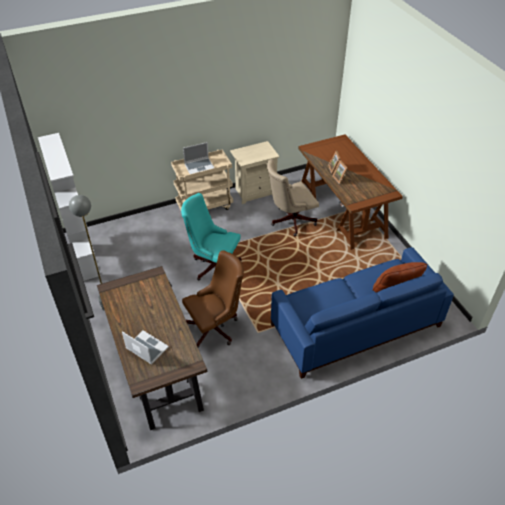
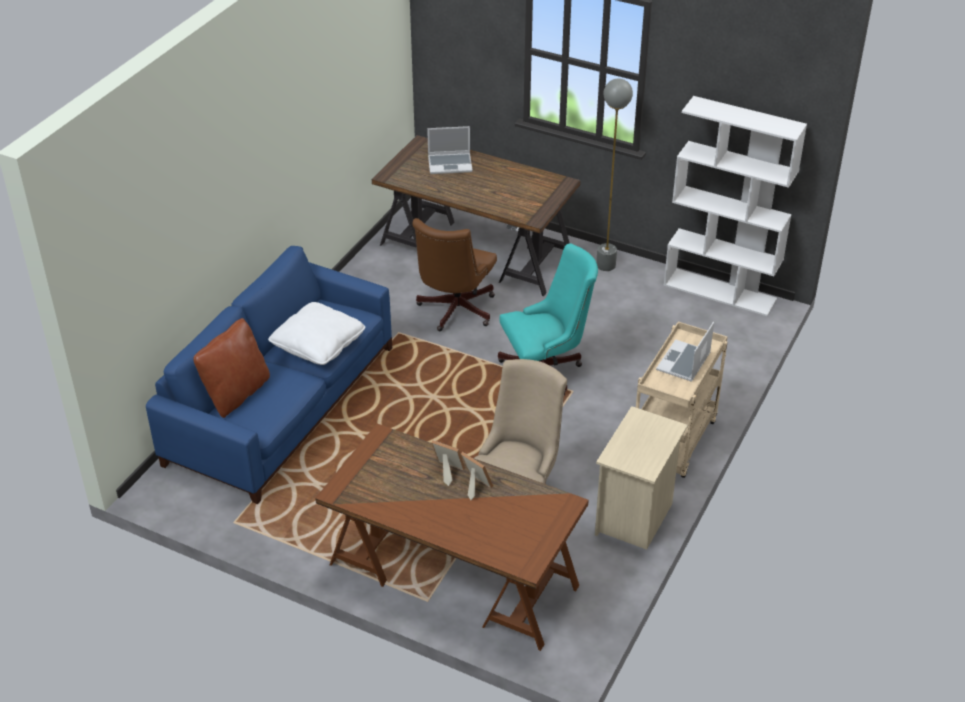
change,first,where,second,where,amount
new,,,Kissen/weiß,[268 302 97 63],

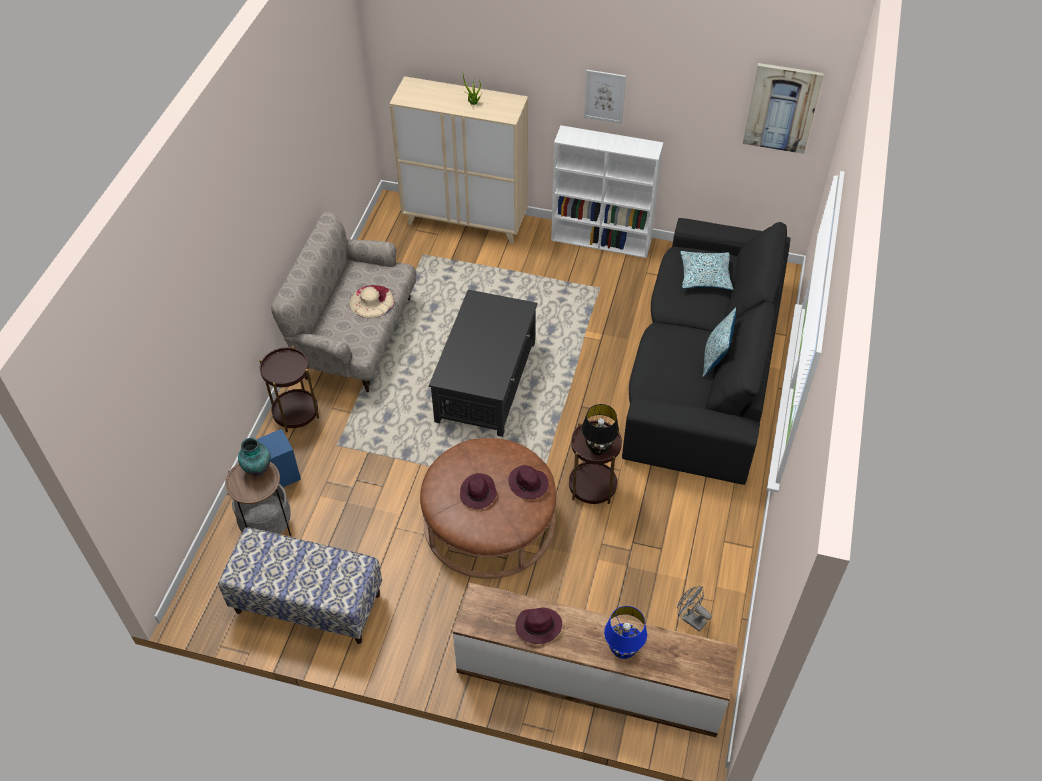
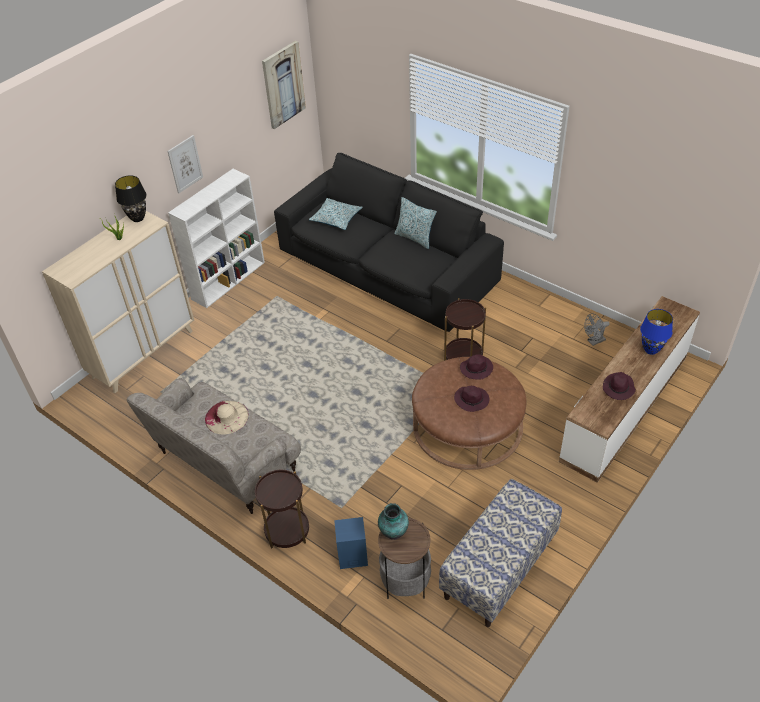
change,first,where,second,where,amount
gone,Couchtisch/schwarz,[429 290 108 147],,,
shifted,Tischlampe/schwarz,[582 404 37 51],,[115 175 32 47],

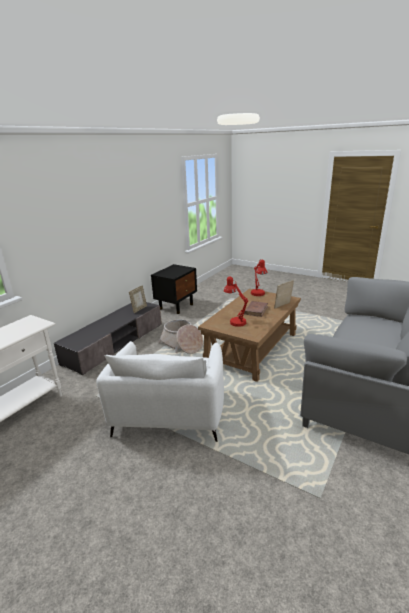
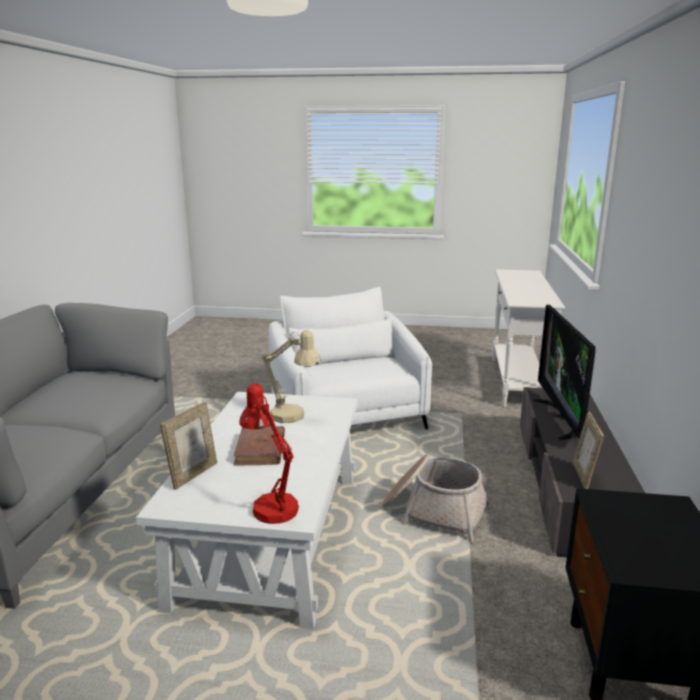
change,first,where,second,where,amount
new,,,Fernseher,[533 305 63 135],
repainted,Couchtisch/braun,[198 289 103 93],Couchtisch/weiß,[136 392 222 237],
repainted,Tischlampe/rot,[224 276 24 51],Tischlampe/beige,[262 330 59 93],

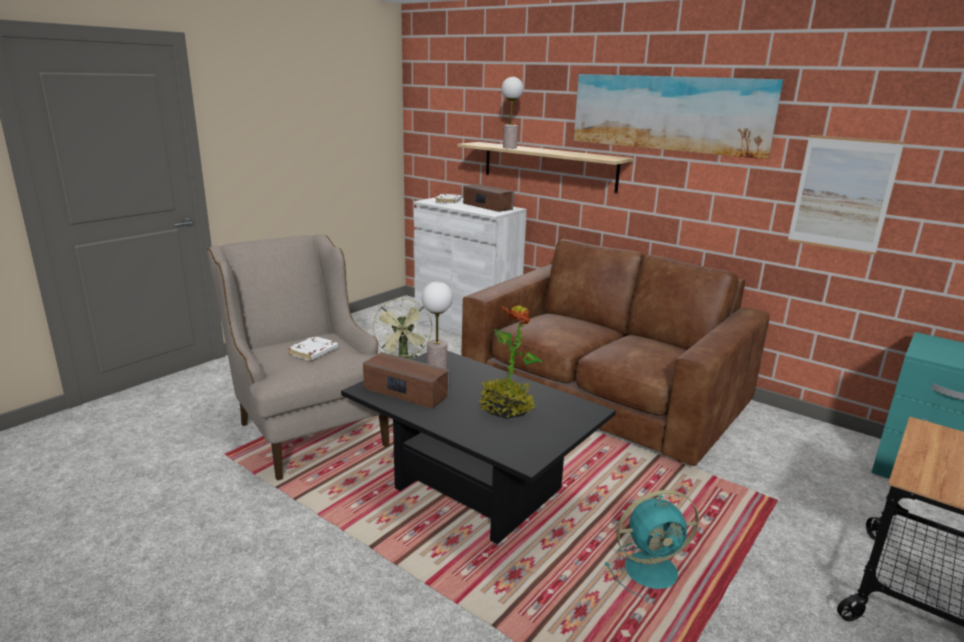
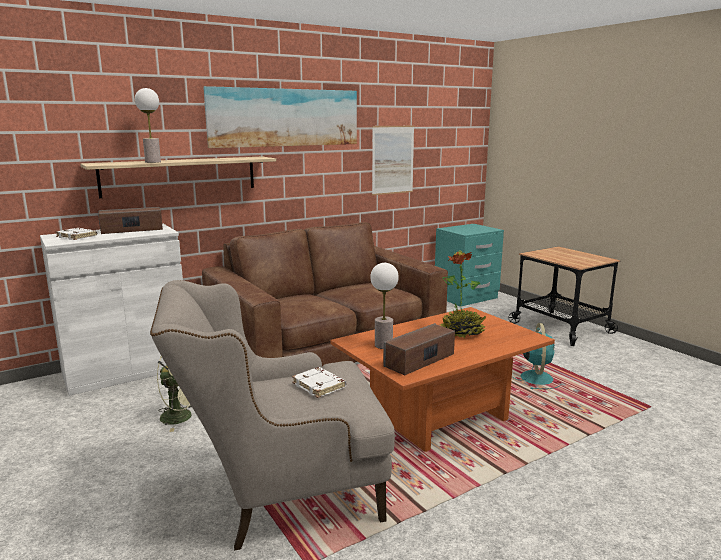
change,first,where,second,where,amount
repainted,Couchtisch/schwarz,[341 351 275 193],Couchtisch/orange,[330 307 225 145],

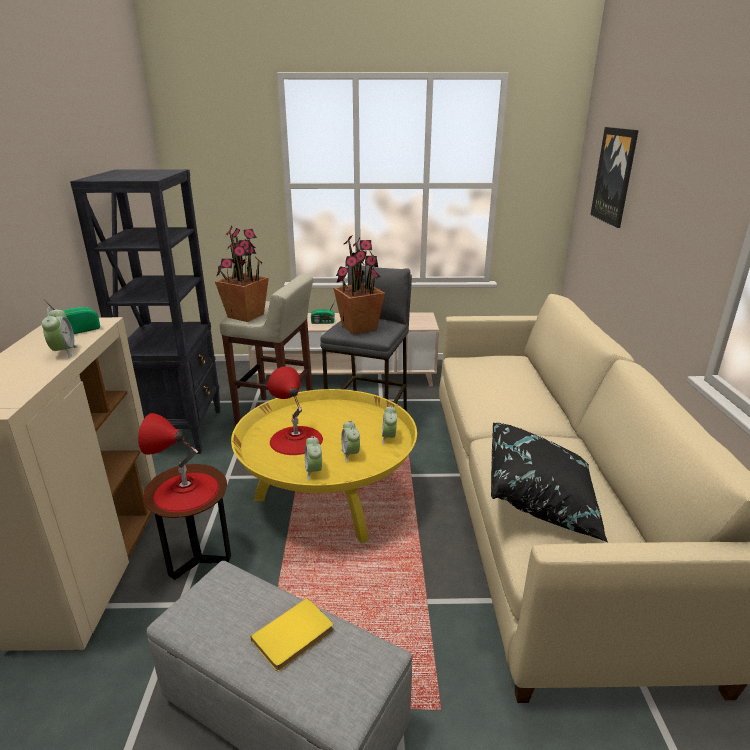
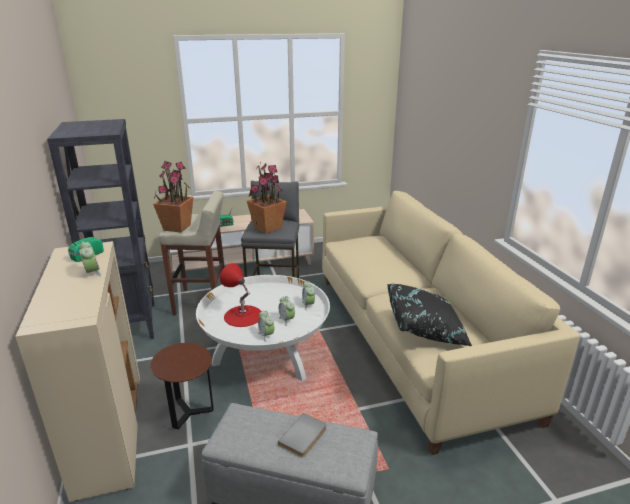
change,first,where,second,where,amount
gone,Tischlampe/rot,[138 413 81 99],,,
gone,Bild,[590 127 49 101],,,
repainted,Couchtisch/gelb,[231 389 186 155],Couchtisch/weiß,[196 275 134 106],
repainted,Buch/gelb,[251 598 82 73],Buch/grau,[278 413 49 45],

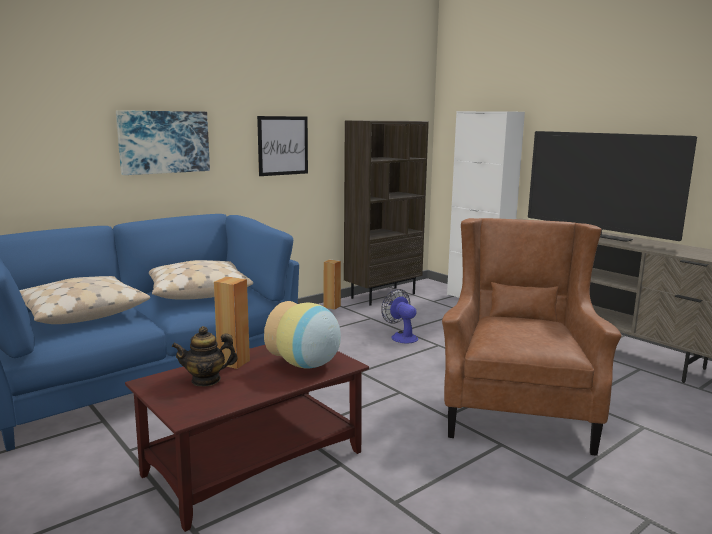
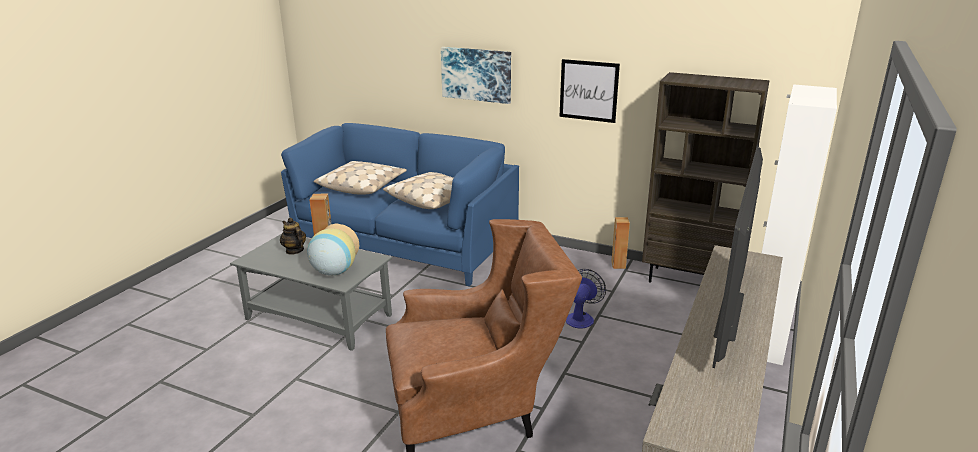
change,first,where,second,where,amount
repainted,Couchtisch/braun,[125 345 244 187],Couchtisch/grau,[230 234 162 117],

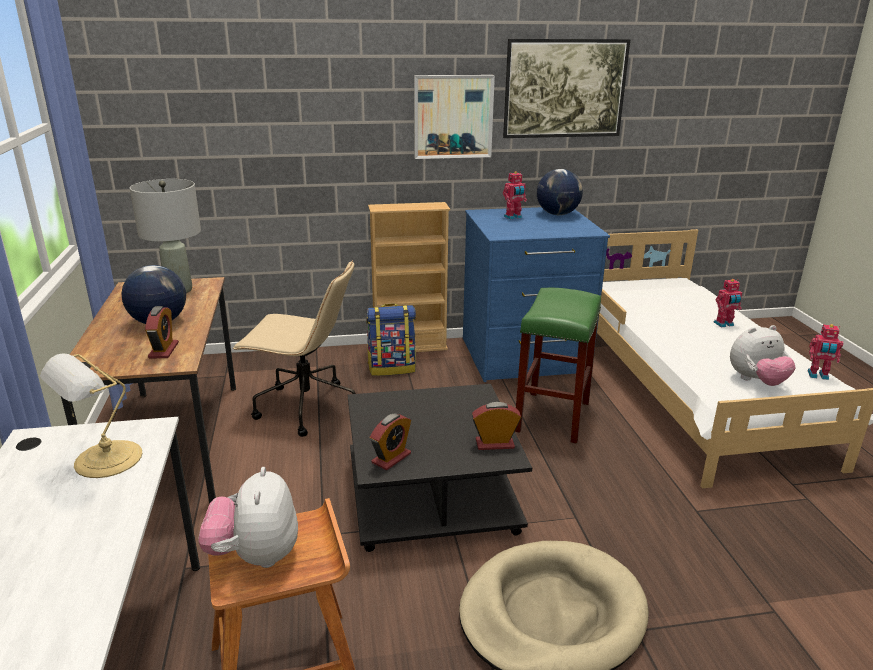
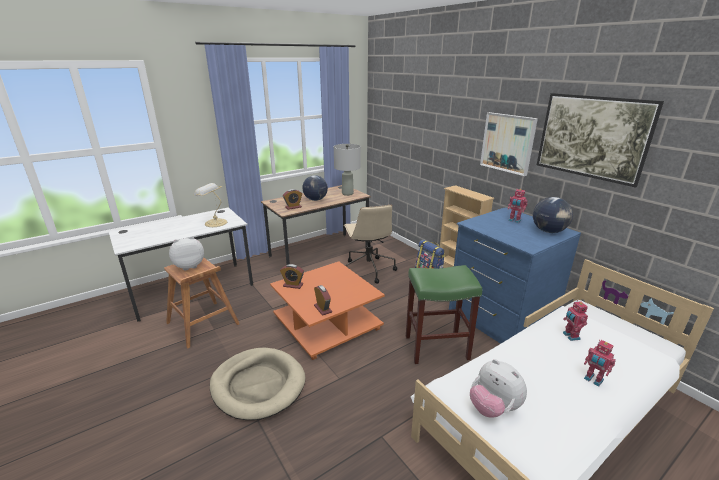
change,first,where,second,where,amount
shifted,Spielzeugroboter,[808 324 35 56],,[563 300 25 41],
repainted,Couchtisch/schwarz,[348 384 184 168],Couchtisch/orange,[270 261 115 99],

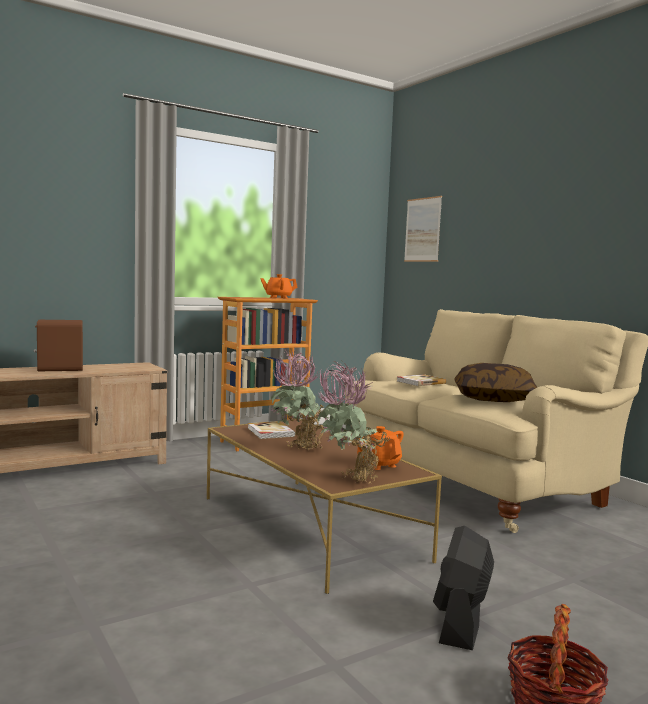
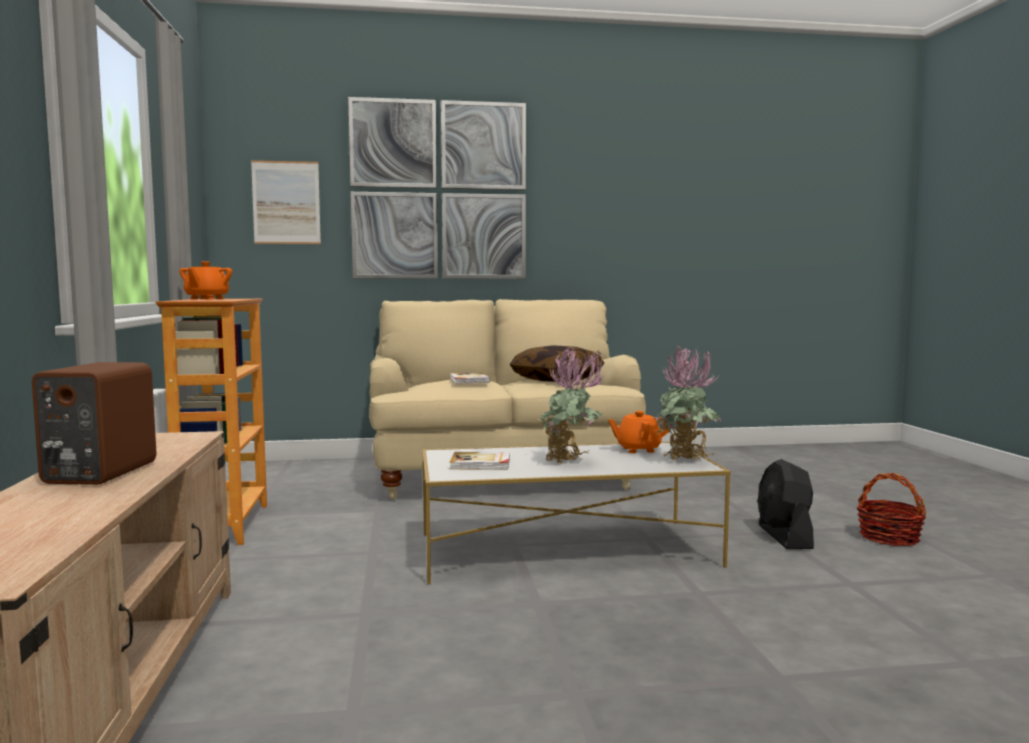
change,first,where,second,where,amount
new,,,Bild,[348 97 178 182],
repainted,Couchtisch/braun,[207 419 235 175],Couchtisch/weiß,[422 441 309 143],
rotated,Ventilator/schwarz,[433 526 61 124],,[757 459 57 90],45 degrees clockwise

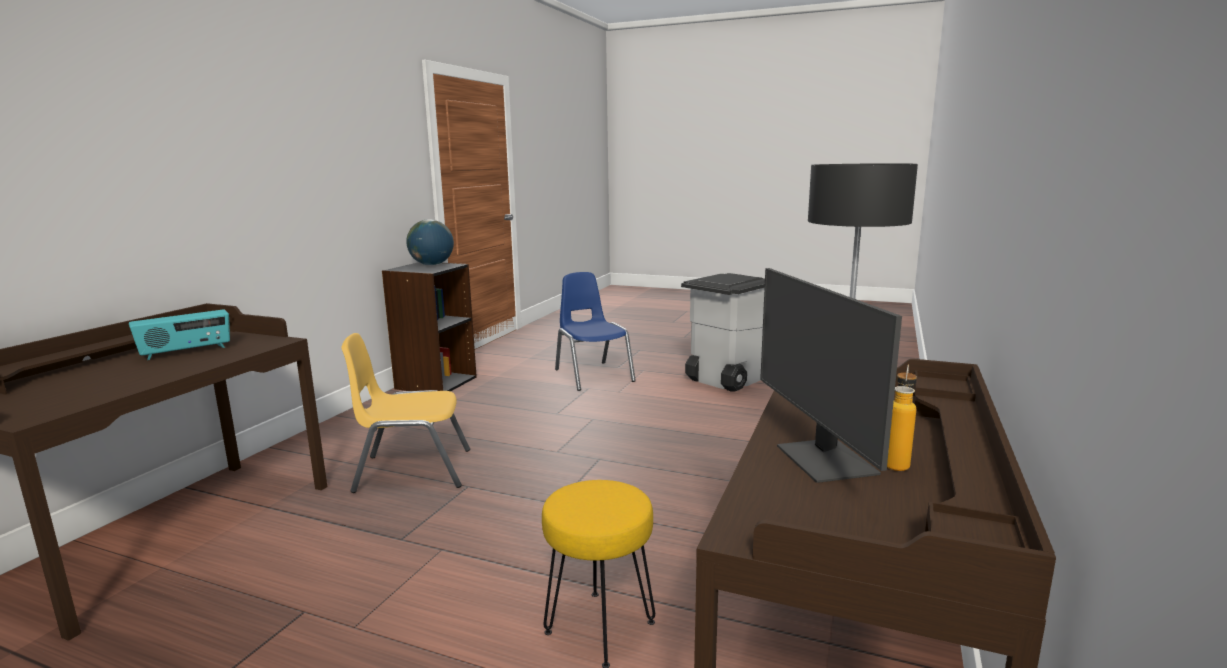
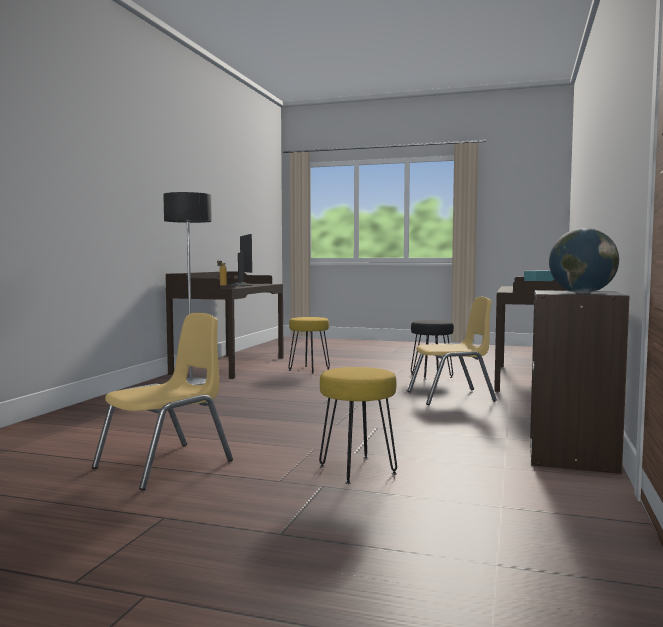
change,first,where,second,where,amount
new,,,Hocker/schwarz,[411 320 43 60],
swapped,Stuhl/blau,[555 272 81 119],Hocker/gelb,[319 367 78 117],
swapped,Mülleimer/grau,[681 273 84 119],Stuhl/gelb,[92 313 141 177],

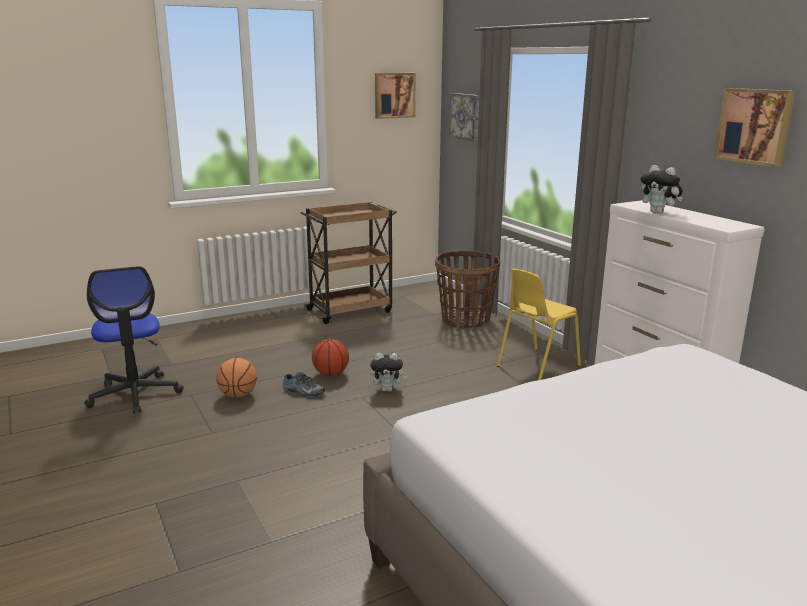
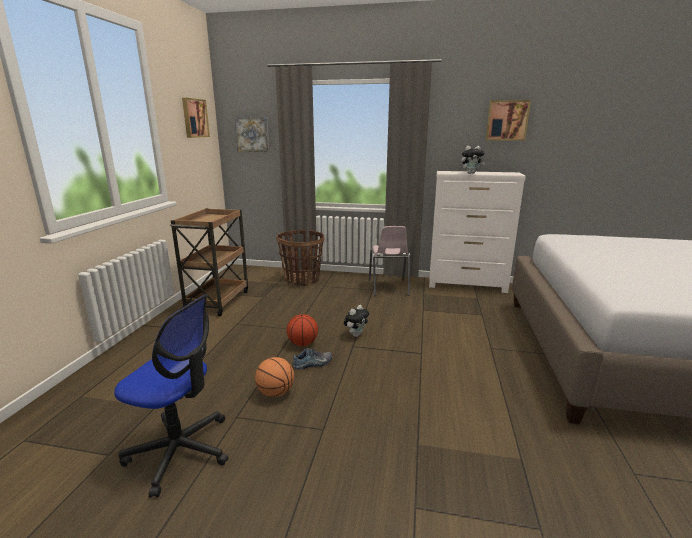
change,first,where,second,where,amount
repainted,Stuhl/gelb,[497 269 84 111],Stuhl/rosa,[369 226 41 70],

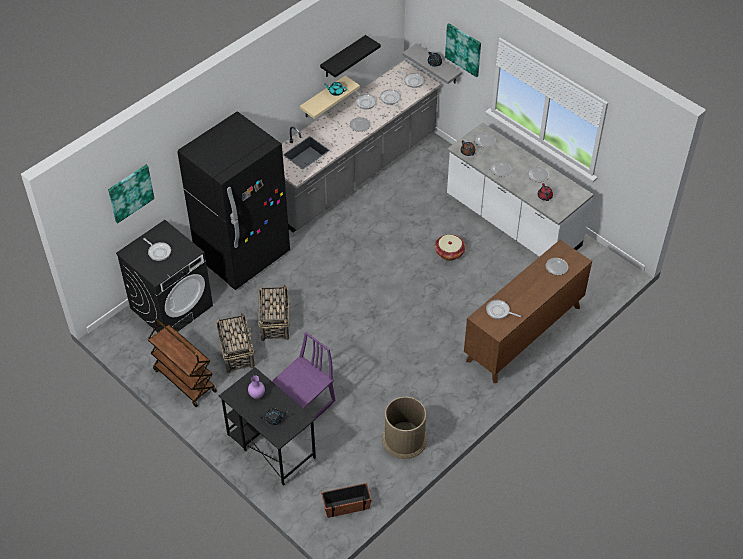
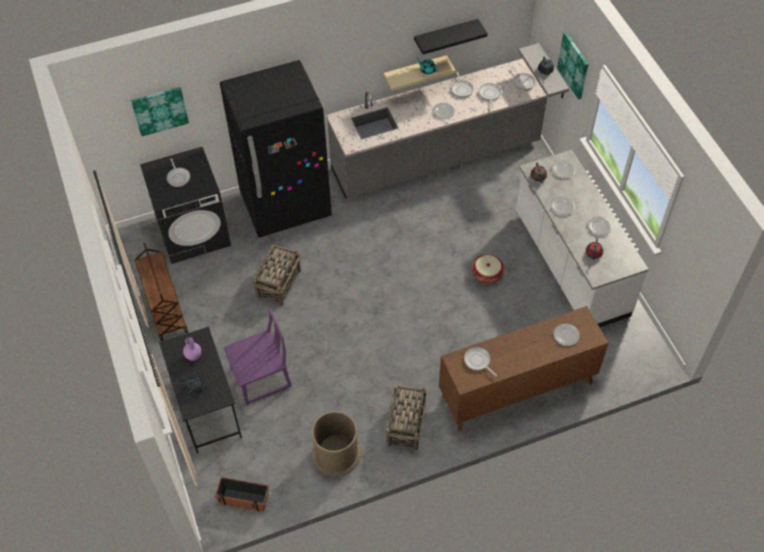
change,first,where,second,where,amount
shifted,Korb,[216 313 39 60],,[385 385 42 66],

